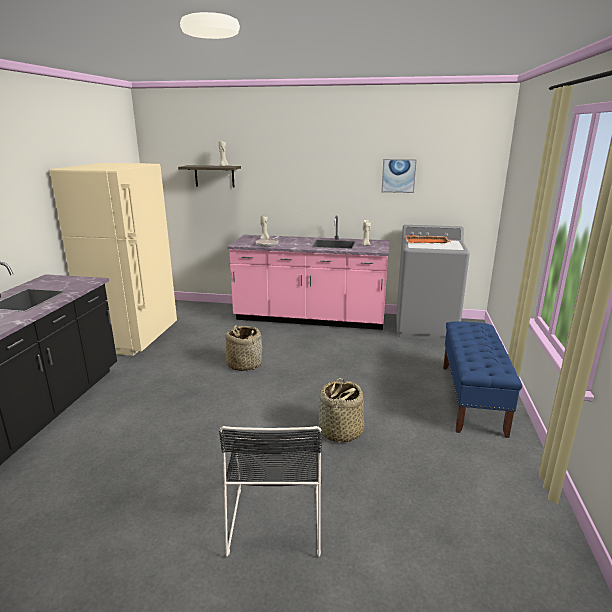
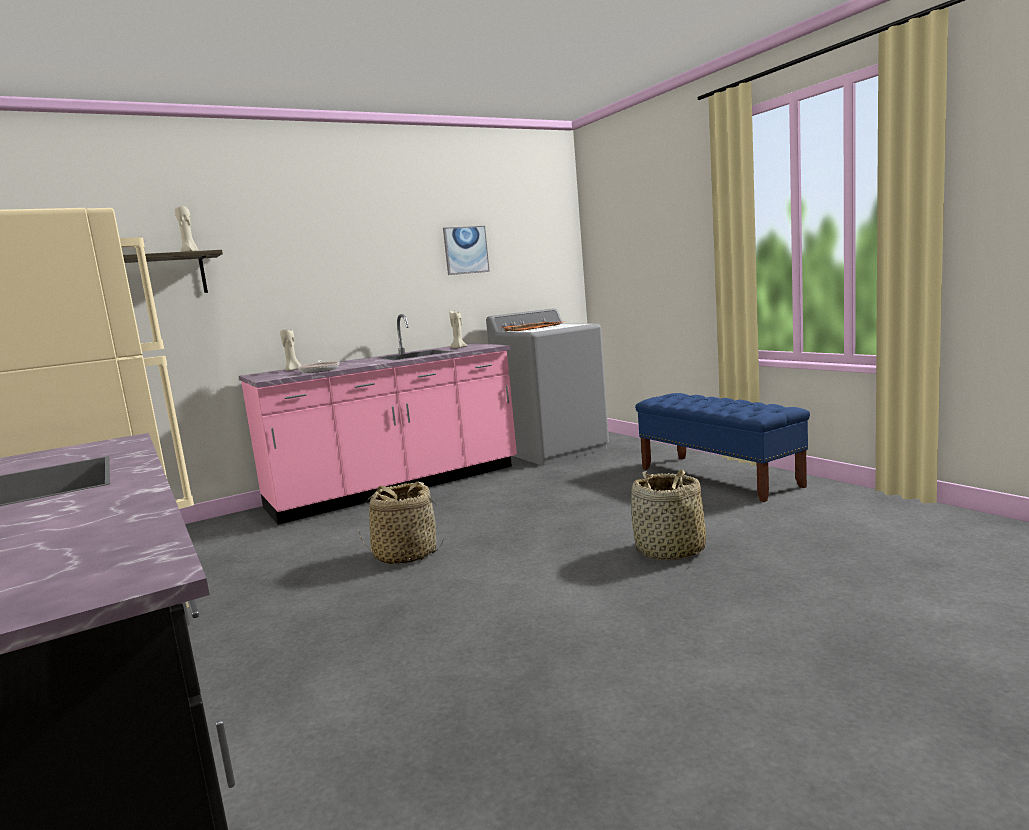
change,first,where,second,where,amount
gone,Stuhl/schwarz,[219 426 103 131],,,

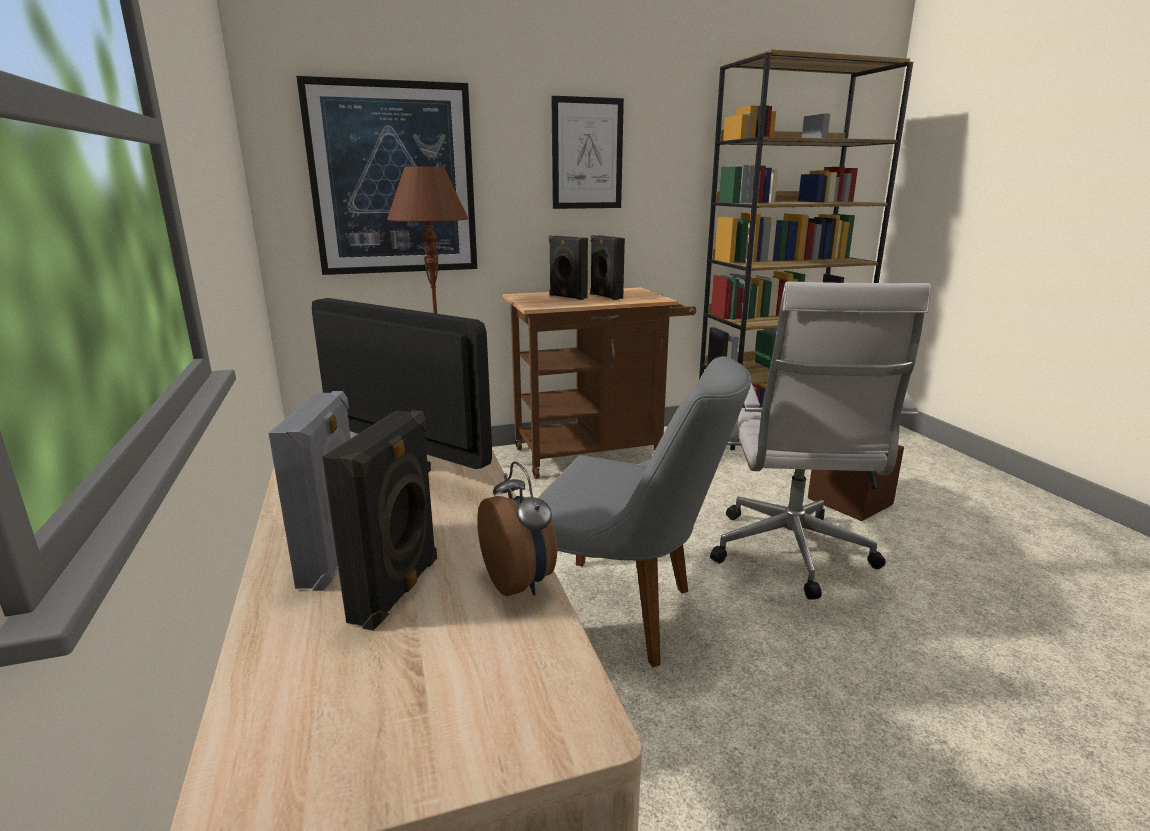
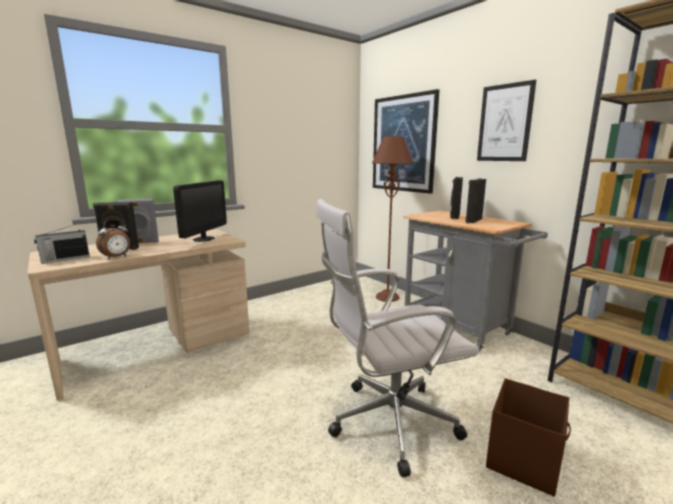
change,first,where,second,where,amount
gone,Stuhl/grau,[538 356 214 311],,,
new,,,Radio,[34 224 56 40],
repainted,Rollwagen/braun,[503 287 193 192],Rollwagen/grau,[403 211 145 141],

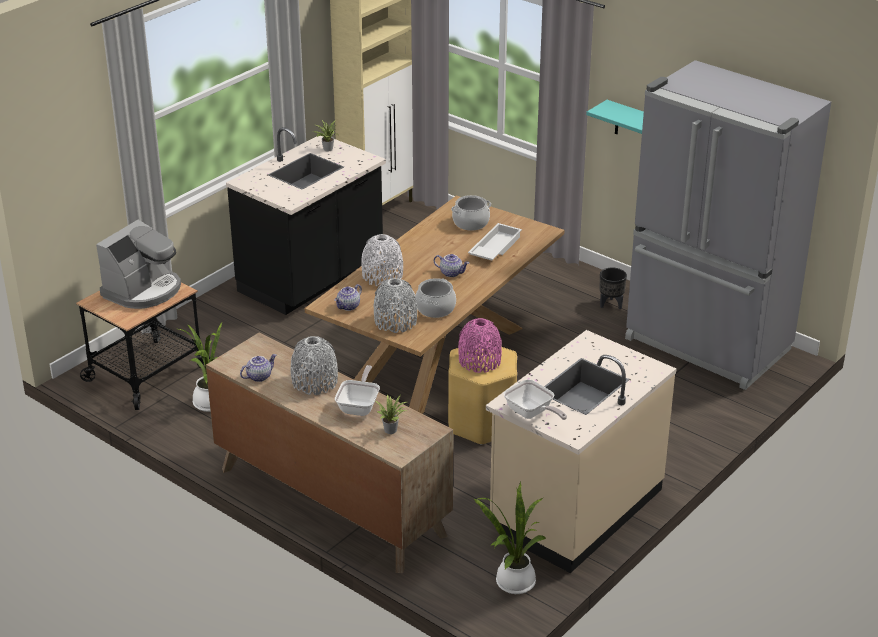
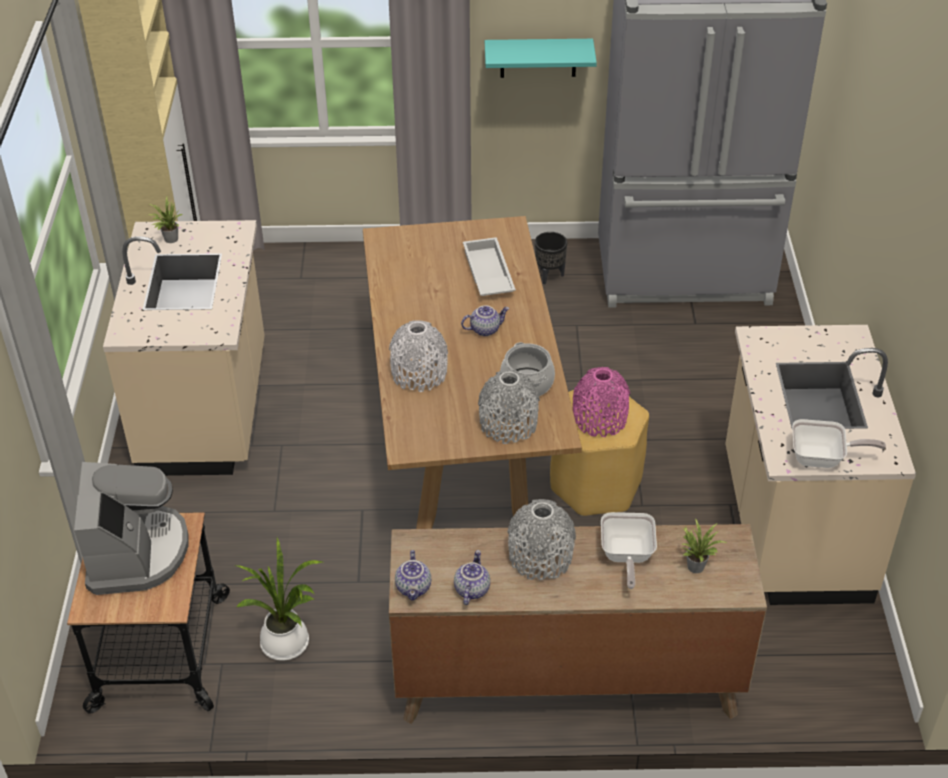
change,first,where,second,where,amount
gone,Kochtopf,[451 195 40 36],,,
gone,Topfpflanze,[474 482 73 112],,,
shifted,Teekanne,[334 284 28 27],,[395 550 36 51],
repainted,Küchenzeile/schwarz,[226 127 160 188],Küchenzeile/beige,[103 220 162 256],
rotated,Pfanne,[335 365 45 51],,[601 512 56 77],150 degrees counterclockwise

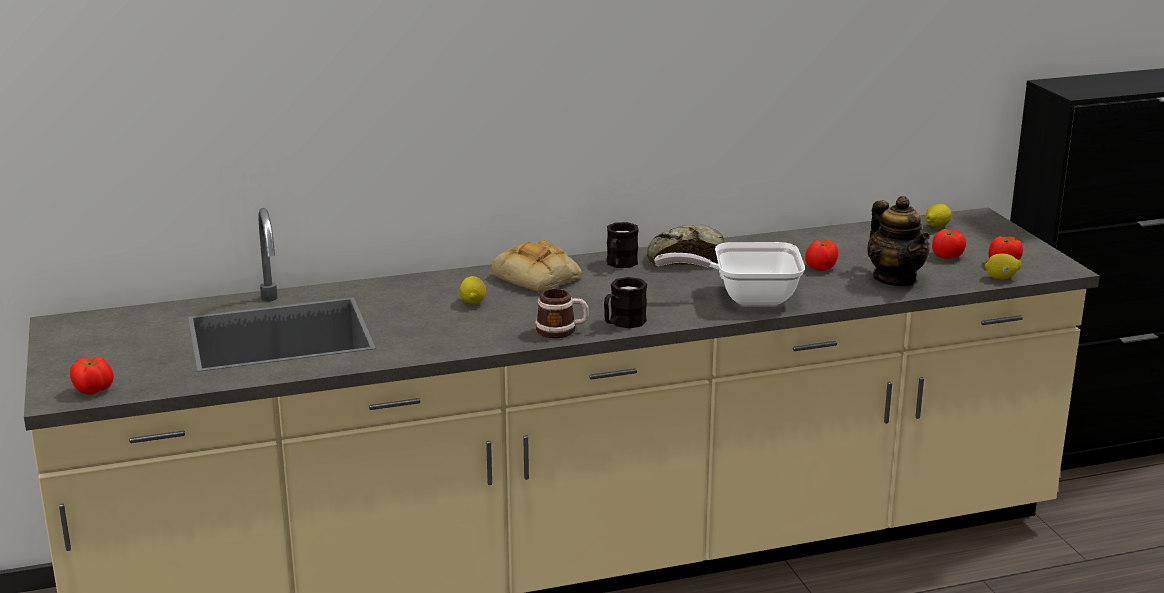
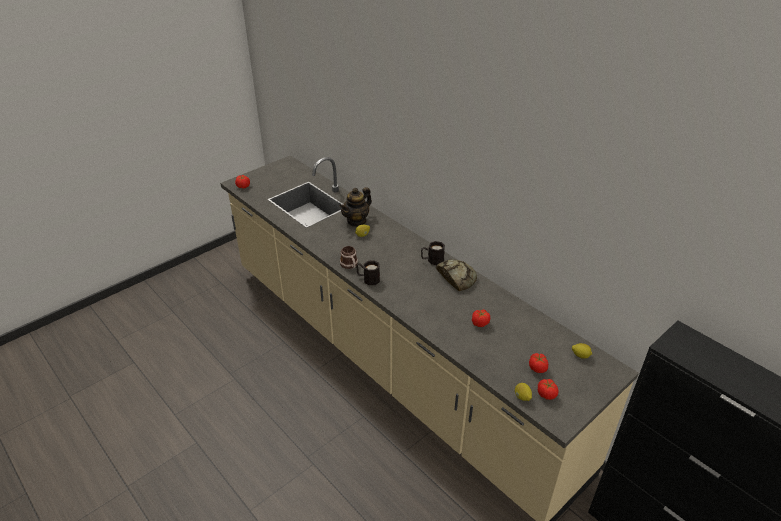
change,first,where,second,where,amount
gone,Brot,[491 240 91 52],,,
gone,Pfanne,[654 242 151 63],,,
shifted,Teekanne,[867 196 63 91],,[339 187 33 40],

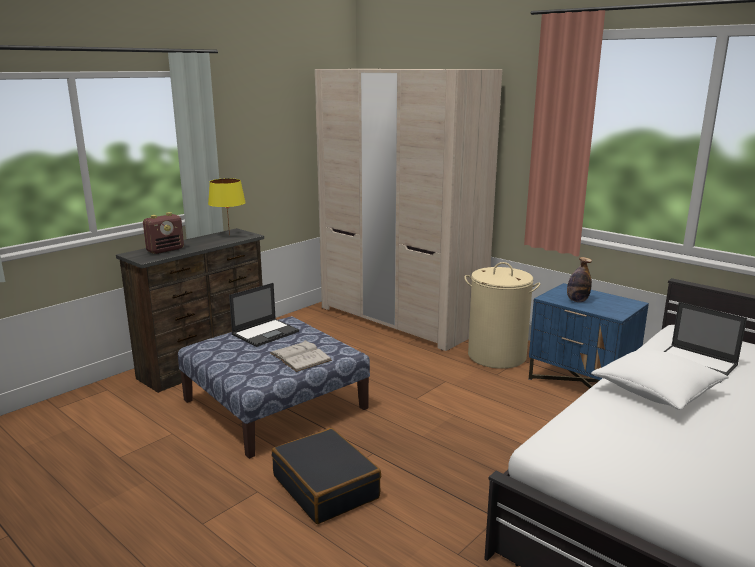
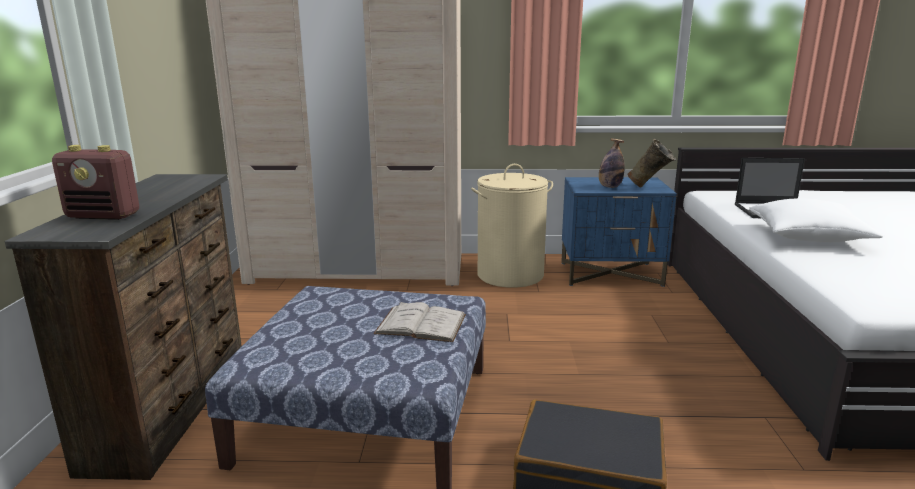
change,first,where,second,where,amount
gone,Tischlampe/gelb,[208 178 38 58],,,
gone,Laptop,[229 283 70 64],,,
new,,,Vase/beige,[628 139 48 49],
rotated,Radio,[143 212 41 42],,[52 145 87 75],90 degrees clockwise

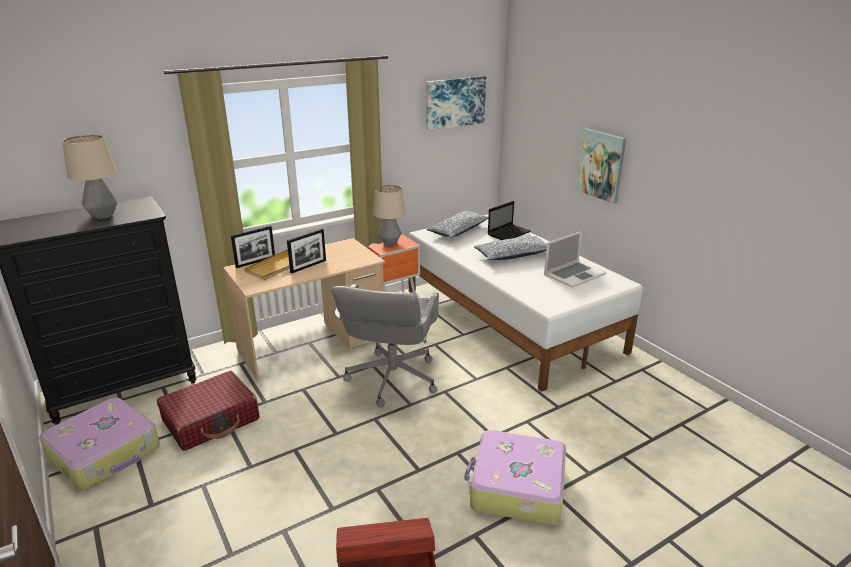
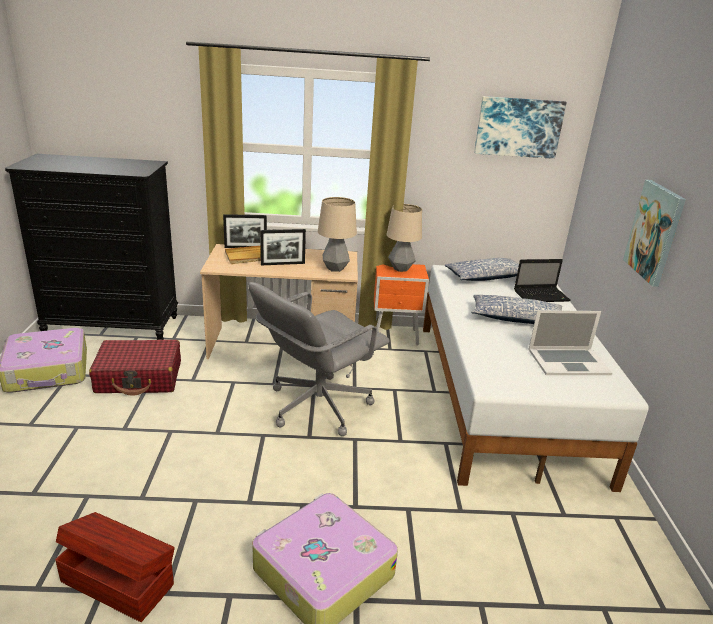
change,first,where,second,where,amount
shifted,Tischlampe,[62 134 56 85],,[318 197 39 75],

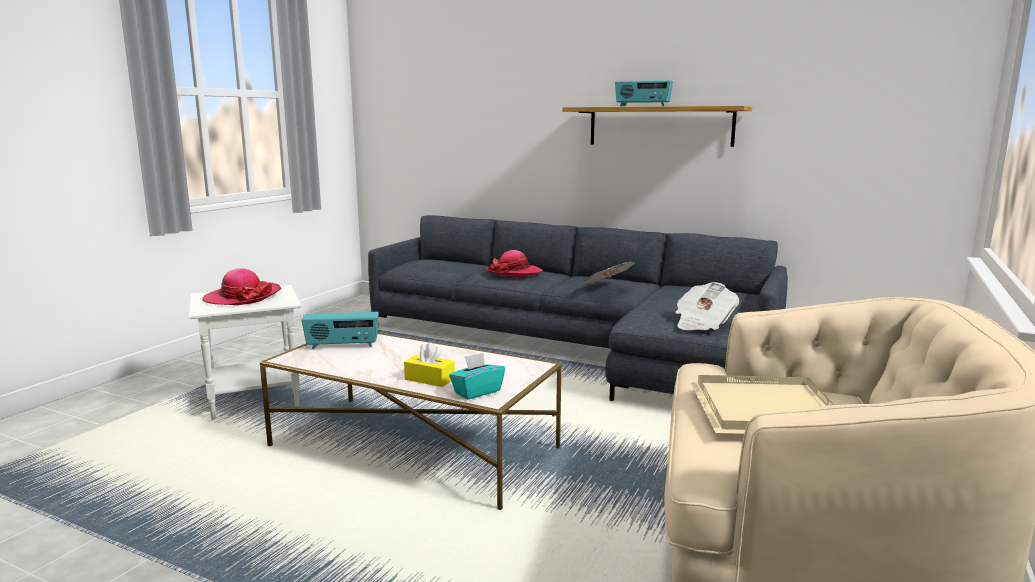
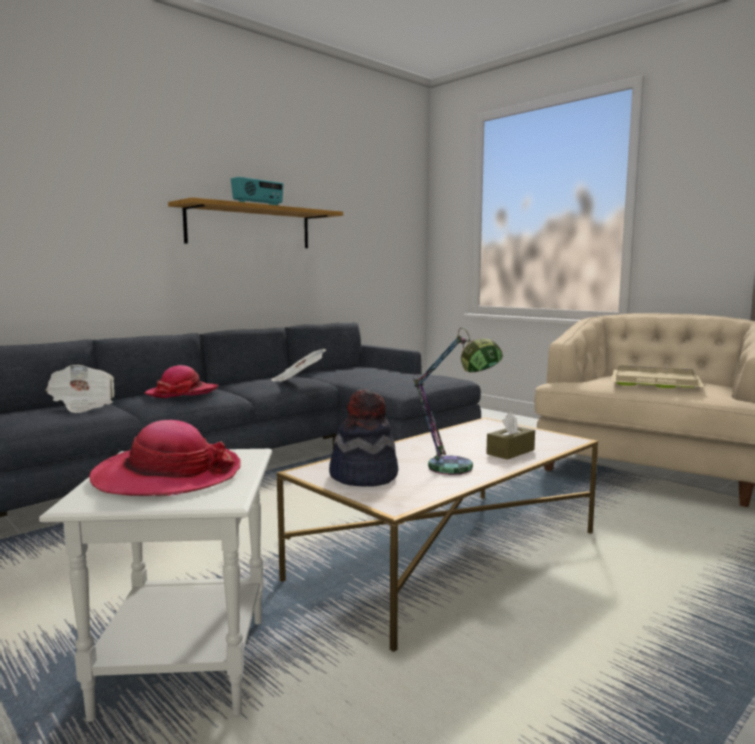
change,first,where,second,where,amount
gone,Taschentuchbox/türkis,[449 353 56 47],,,
new,,,Tischlampe,[413 328 90 147],
shifted,Zeitung,[675 282 65 48],,[46 365 68 48],
swapped,Radio,[302 312 77 37],Hut,[329 389 69 98],
repainted,Taschentuchbox/gelb,[404 342 51 45],Taschentuchbox/braun,[486 412 49 48],

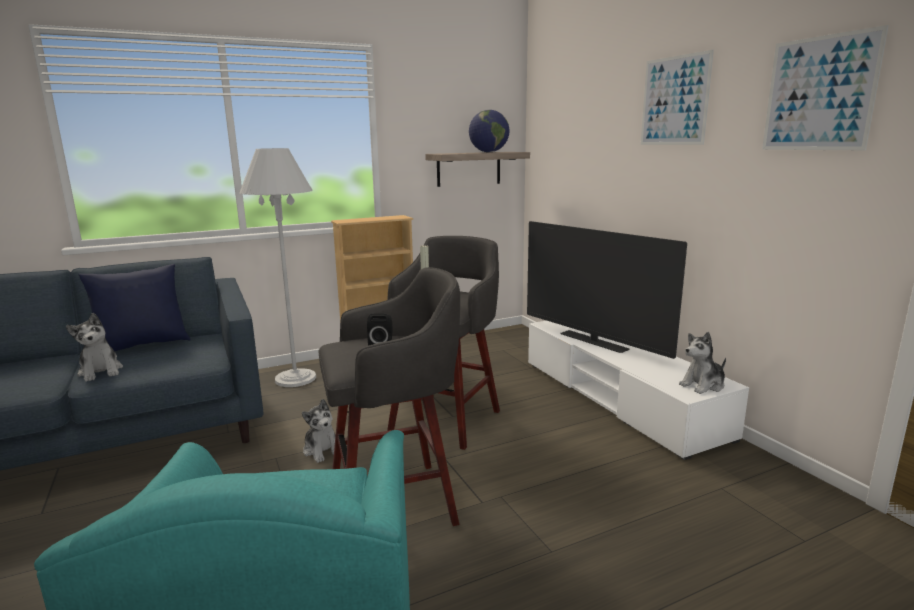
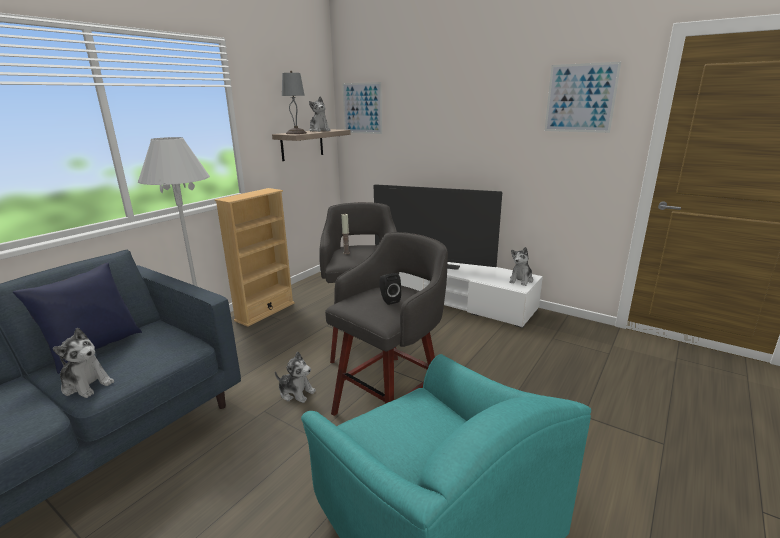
change,first,where,second,where,amount
new,,,Tischlampe/grau,[282 71 25 63],
shifted,Bild,[641 50 73 95],,[342 82 40 52],
swapped,Globus,[469 110 41 42],Plüschtier,[309 96 22 36],

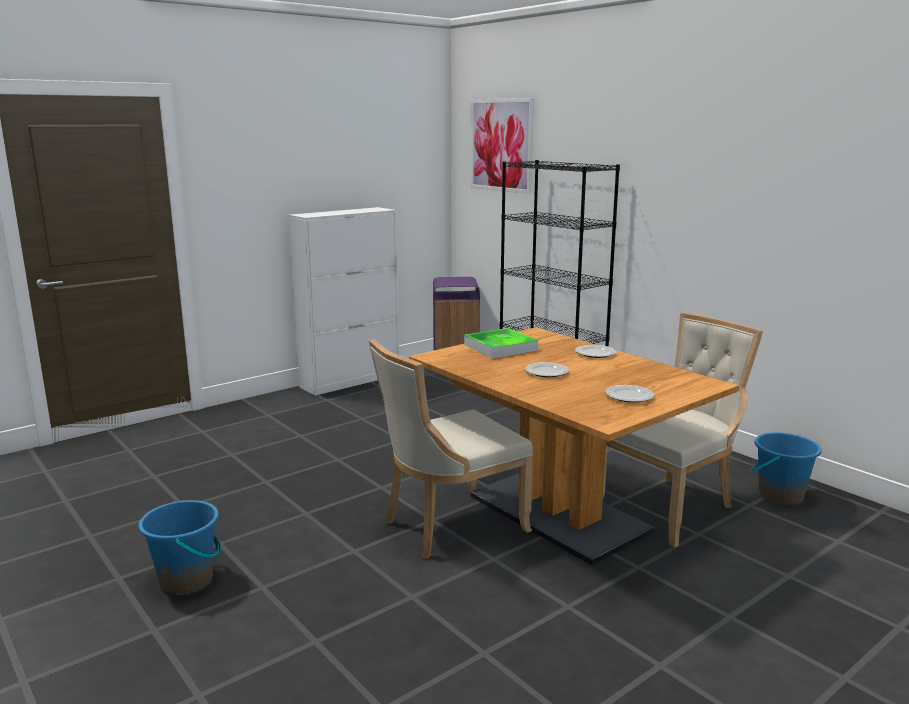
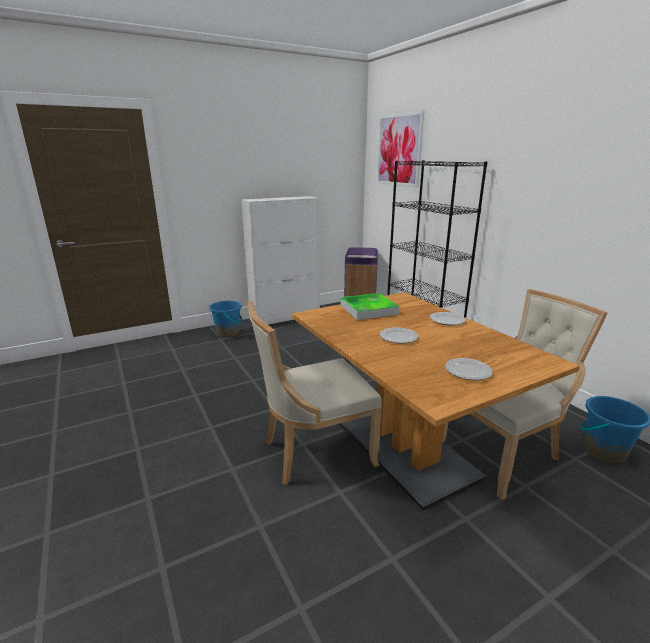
change,first,where,second,where,amount
shifted,Eimer/blau,[139 500 82 93],,[209 301 34 36],

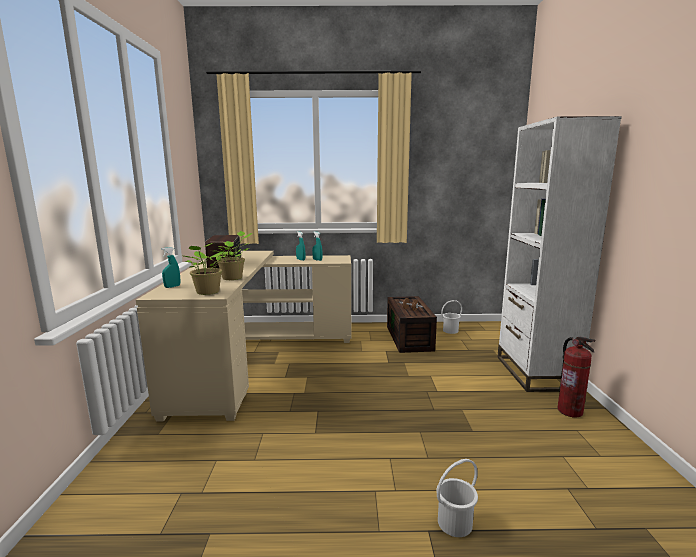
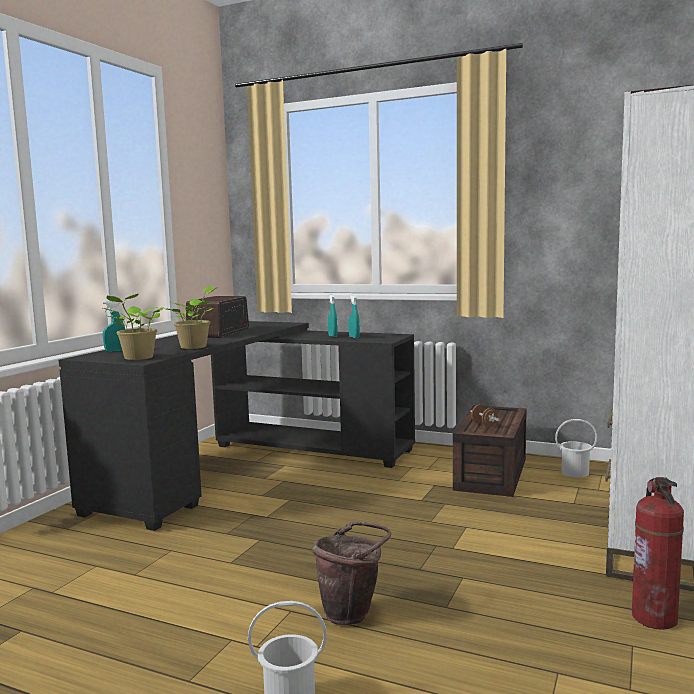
change,first,where,second,where,amount
new,,,Eimer/braun,[312 522 79 103],
repainted,Schreibtisch/beige,[136 251 215 171],Schreibtisch/schwarz,[59 321 356 210],

